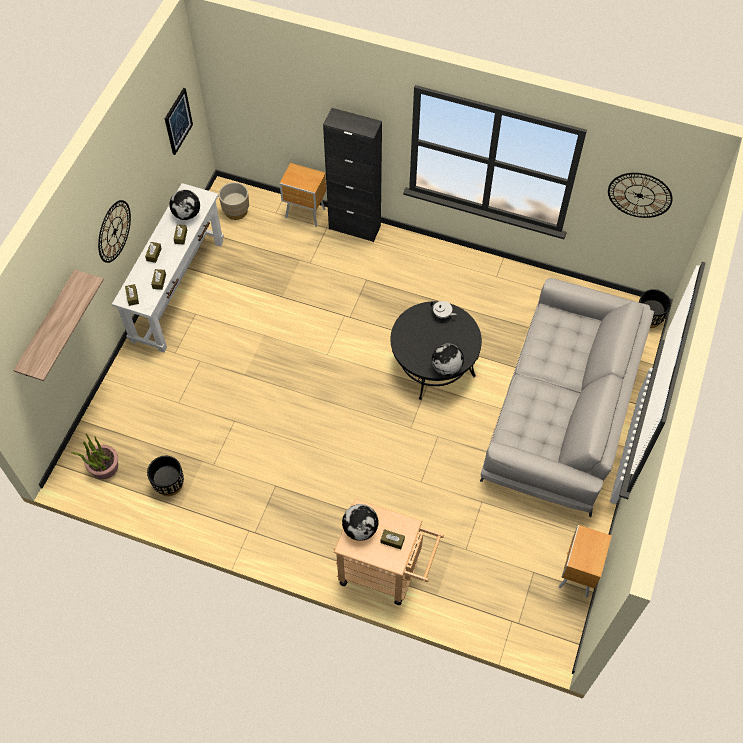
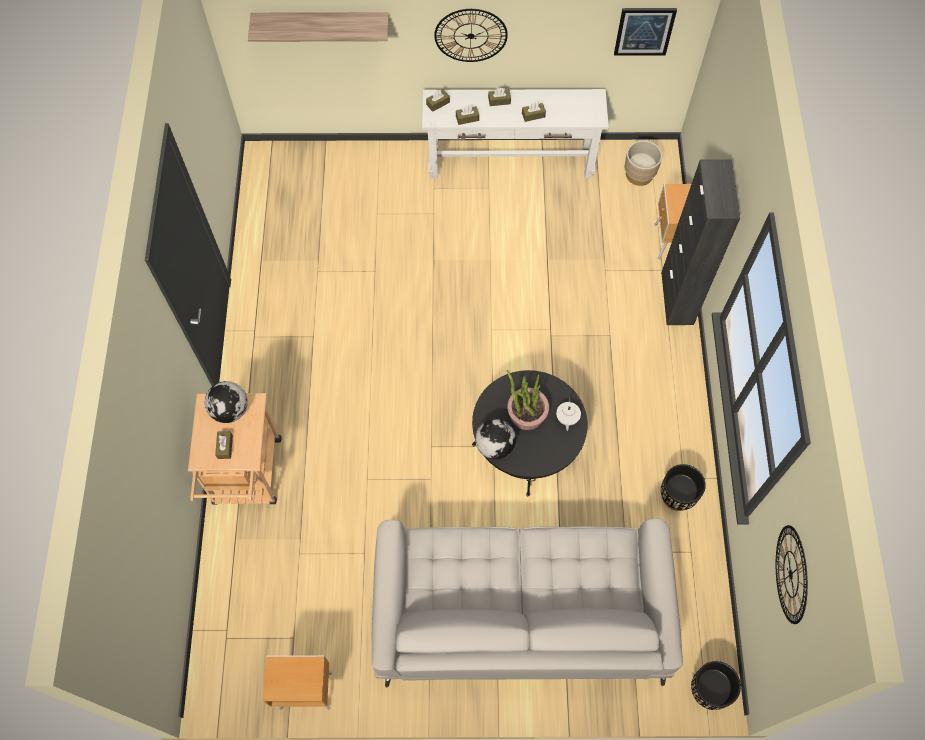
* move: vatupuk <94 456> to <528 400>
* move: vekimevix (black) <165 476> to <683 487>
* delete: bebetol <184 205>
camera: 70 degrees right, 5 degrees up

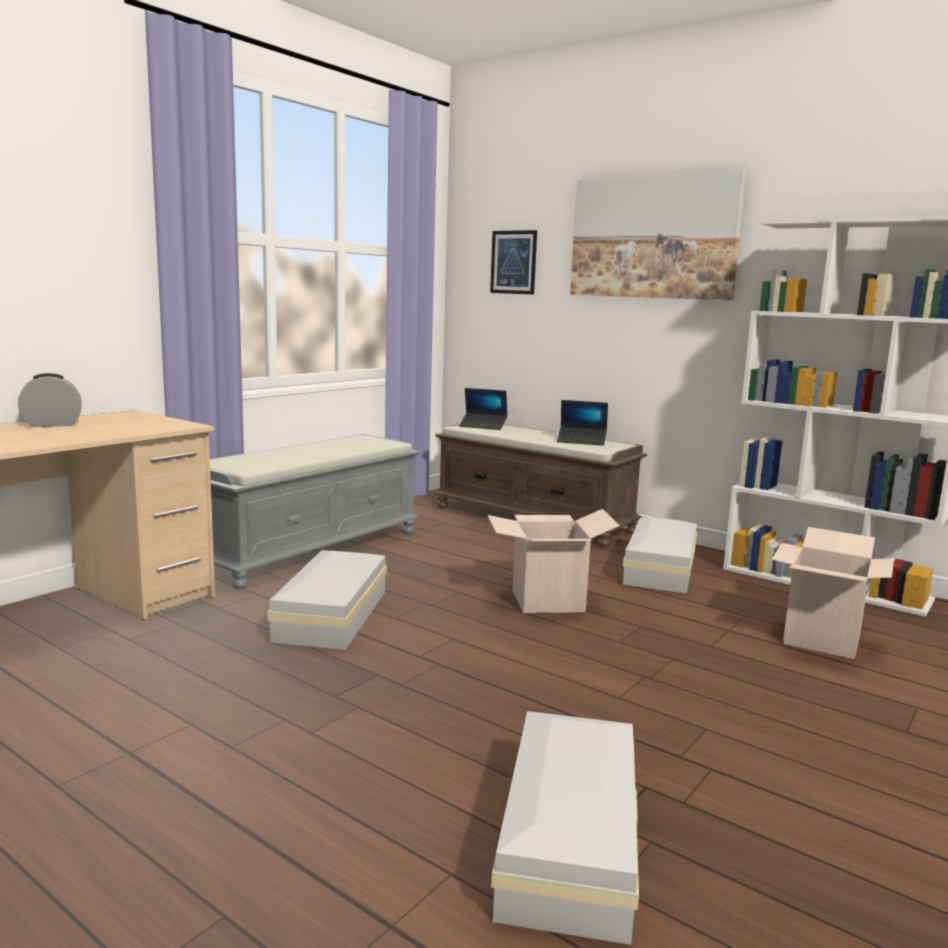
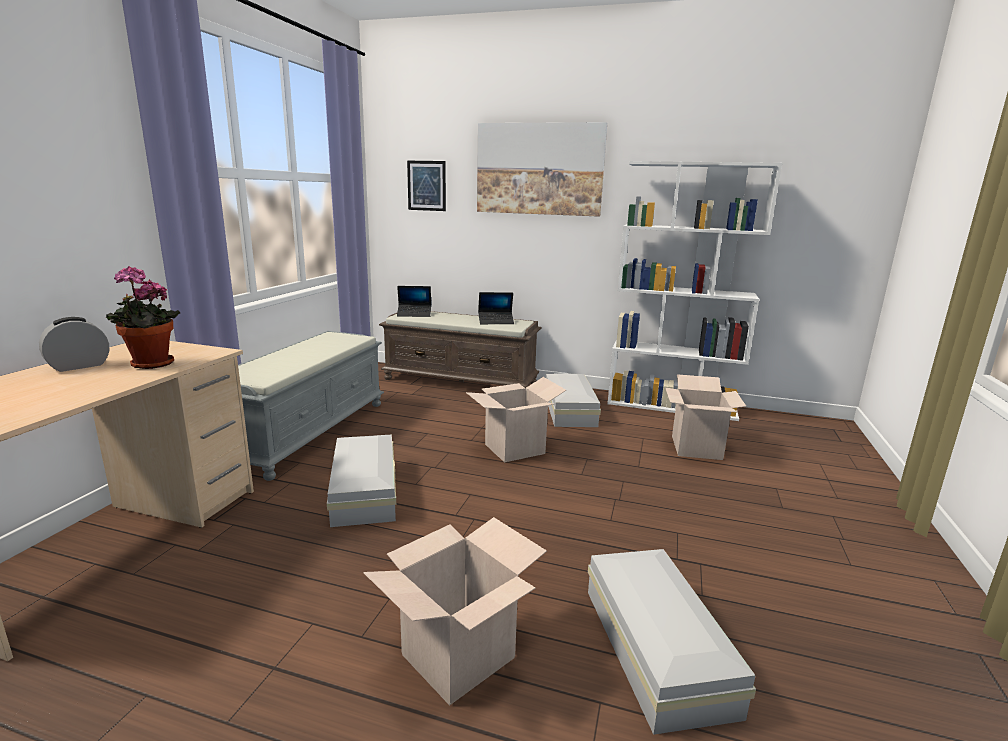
* insert: vatupuk <143 317>
* insert: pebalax <455 611>
camera: 20 degrees left, 5 degrees up

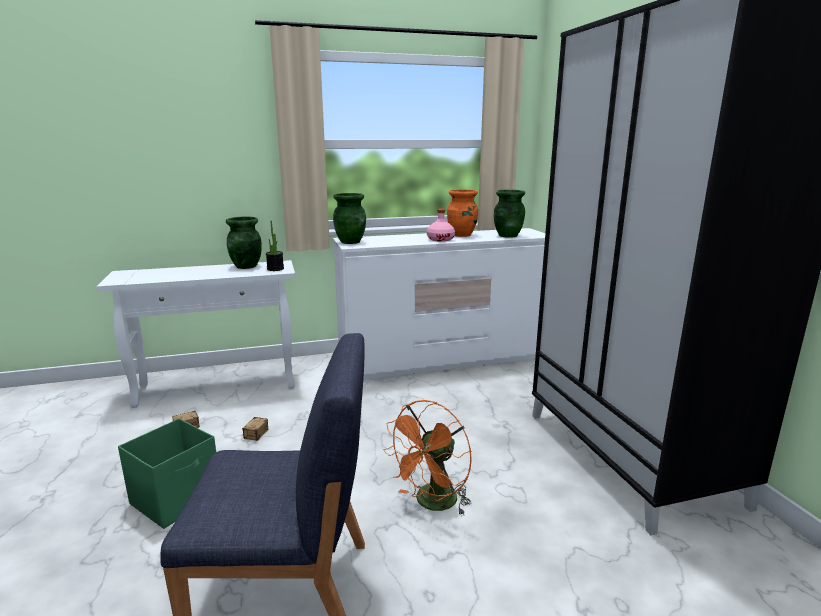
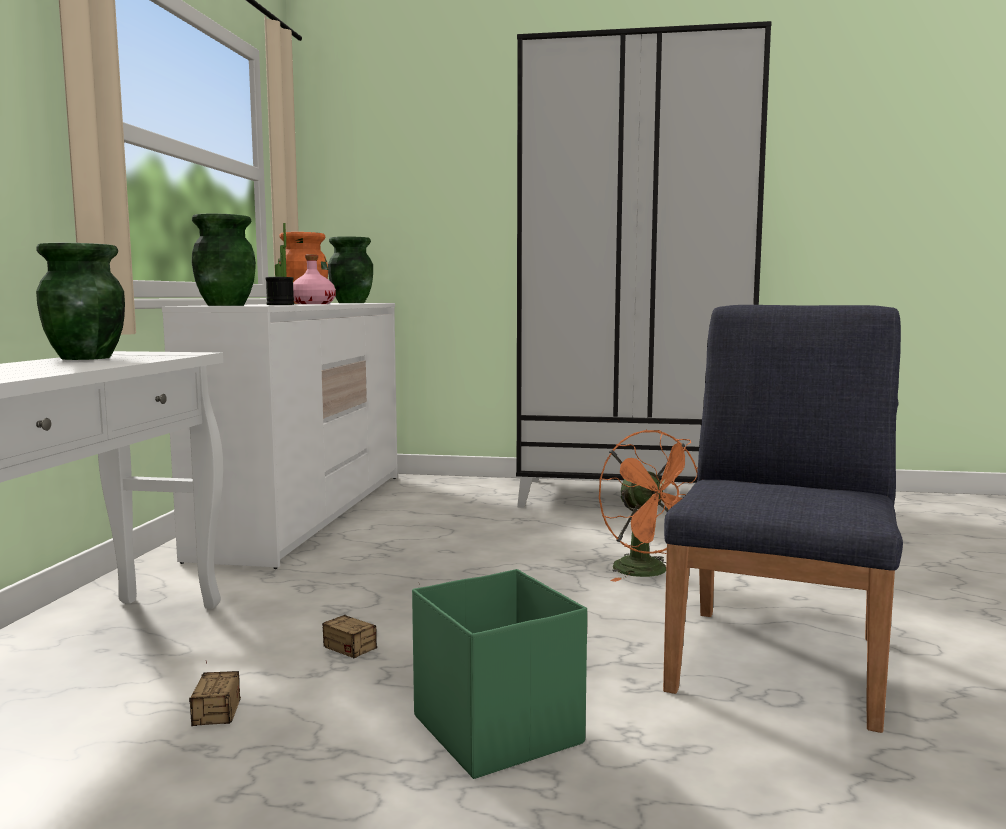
* move: vatupuk <275 246> to <279 264>
camera: 65 degrees left, 10 degrees down

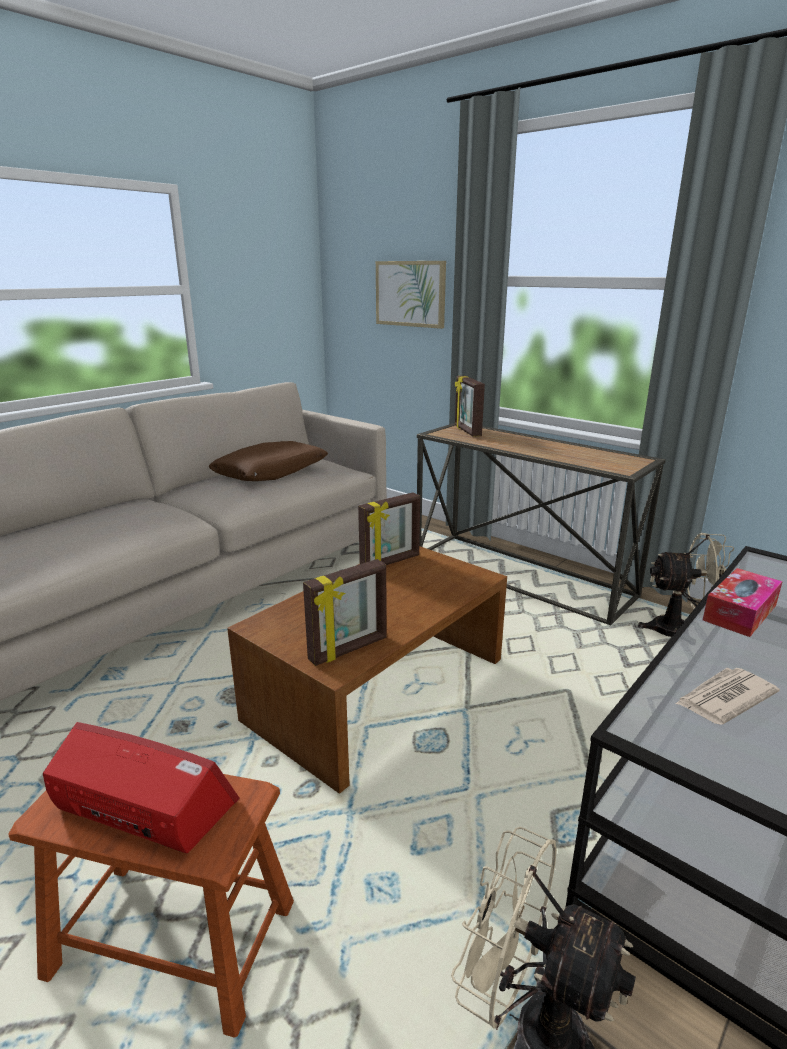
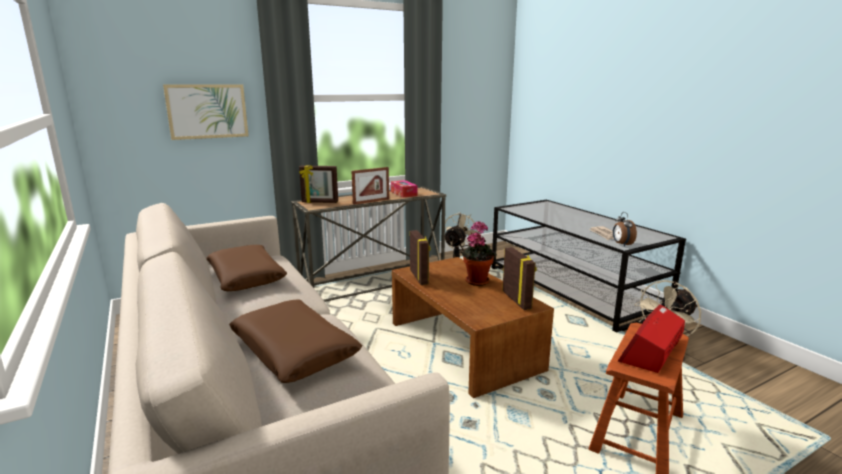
* insert: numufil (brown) <295 341>
* insert: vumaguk <370 186>
* move: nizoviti <743 602> to <404 189>
* insert: vatupuk <479 253>
* insert: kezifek <625 229>
camera: 70 degrees left, 5 degrees down

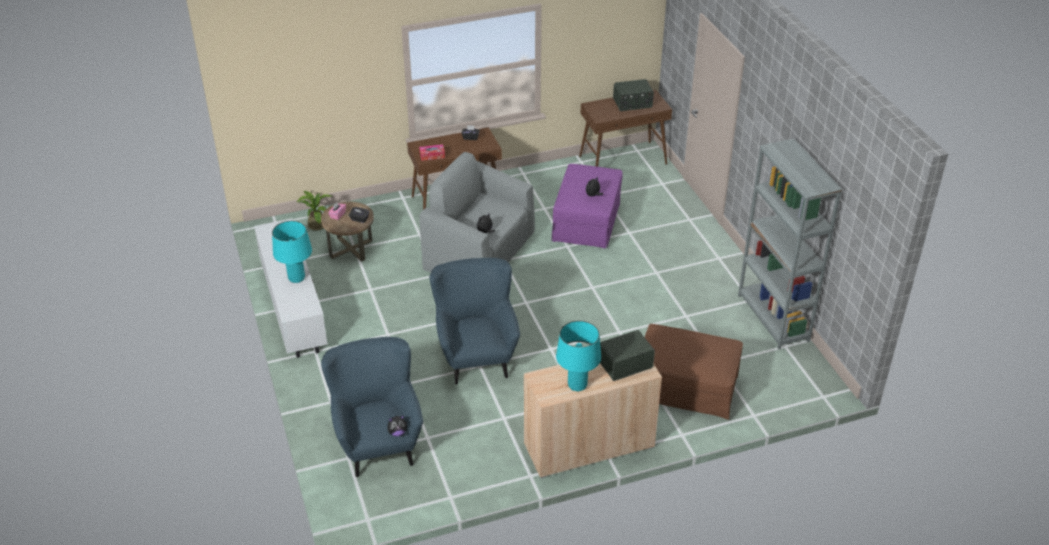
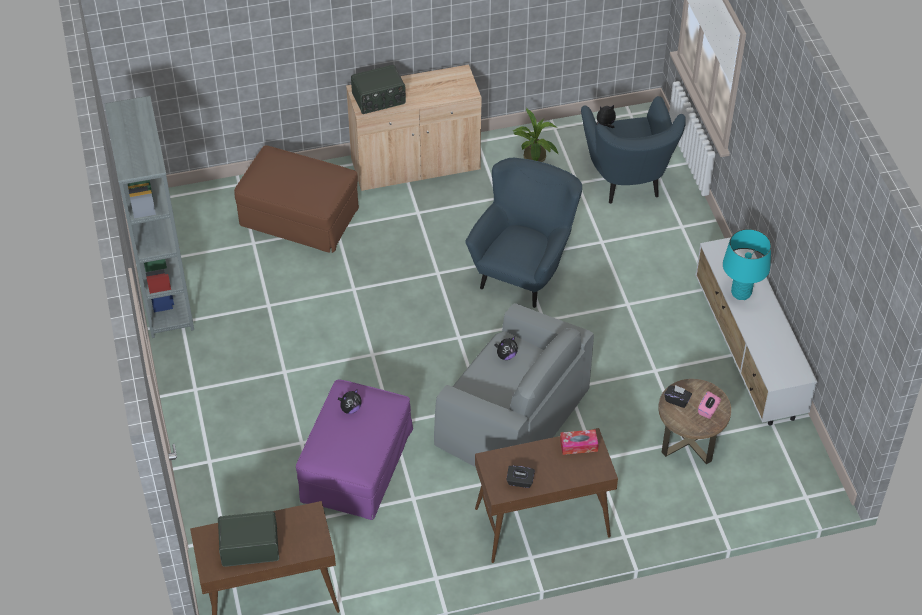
* rotate: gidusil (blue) <475 321> = <523 233> 150 degrees counterclockwise
* move: vatupuk <314 211> to <535 135>
* delete: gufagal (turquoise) <578 356>
camera: 175 degrees left, 10 degrees up

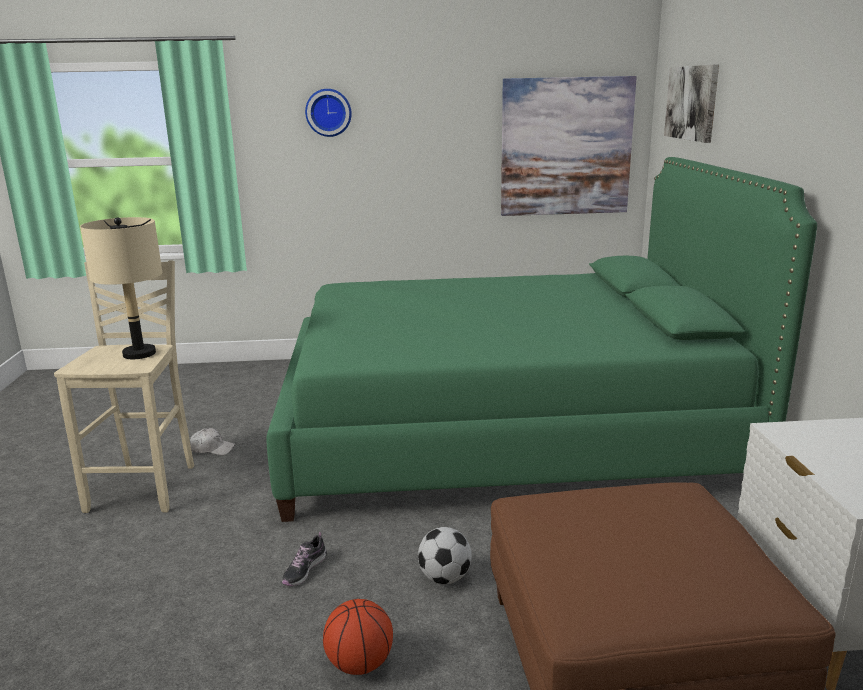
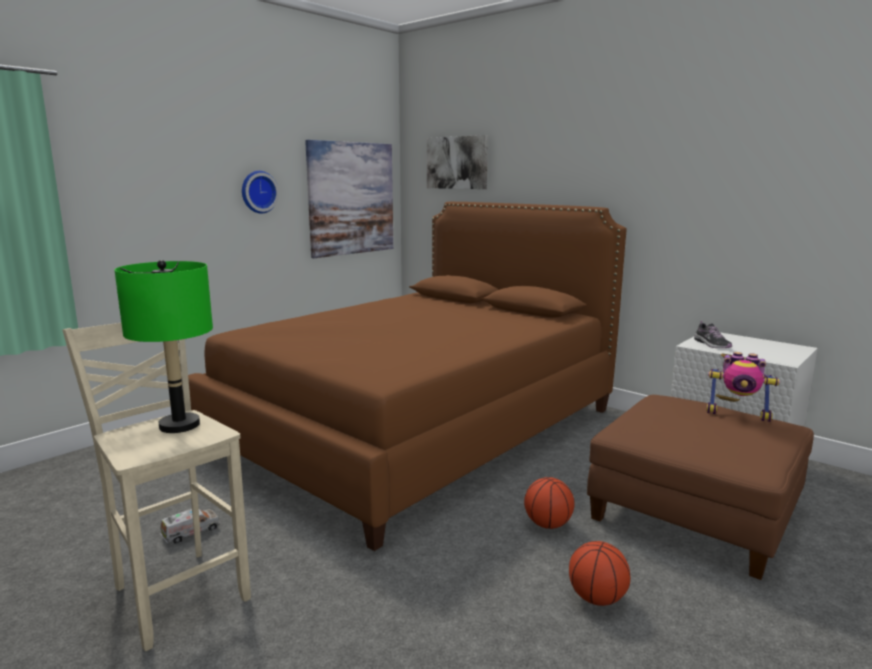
* recolor: gufagal (beige) <121 288> to gufagal (green) <164 346>
* replace: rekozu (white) <212 441> to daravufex <190 526>
* recolor: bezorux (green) <542 339> to bezorux (brown) <407 376>
* move: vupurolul <328 113> to <260 192>
* replace: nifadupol <445 555> to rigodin <549 503>
* move: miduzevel <304 559> to <713 334>
* insert: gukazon <743 387>
camera: 45 degrees left, 5 degrees down

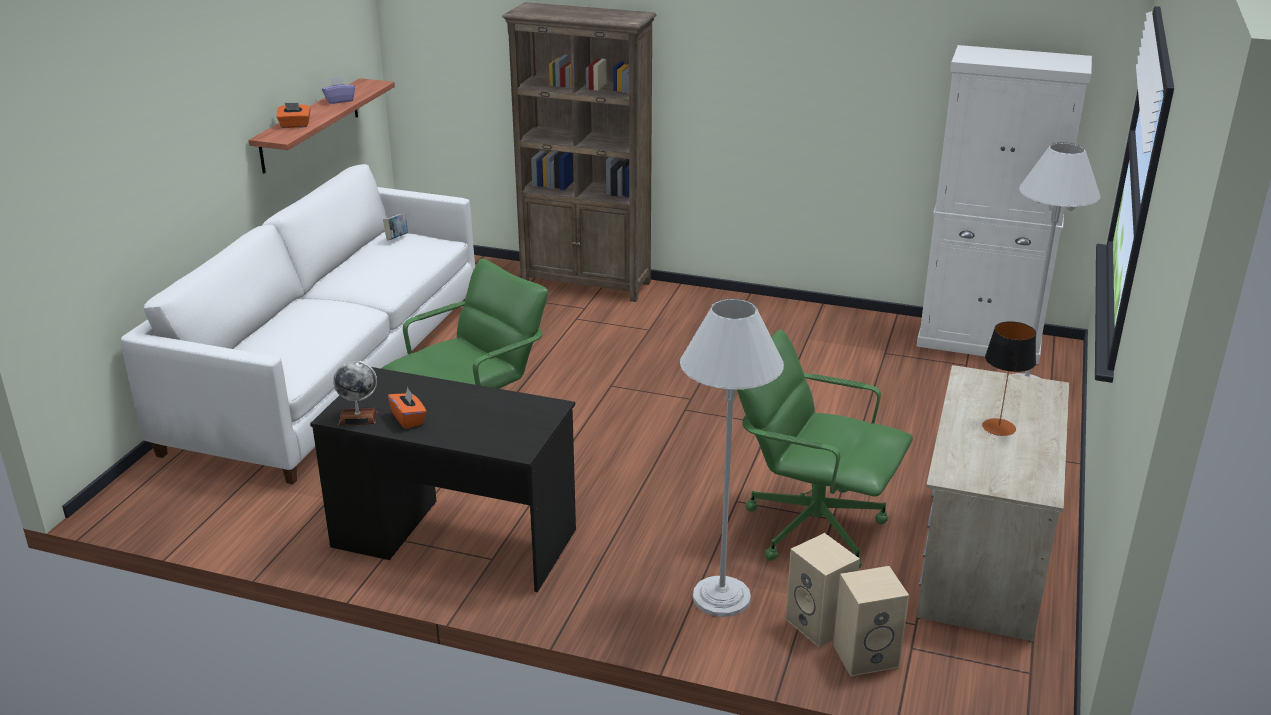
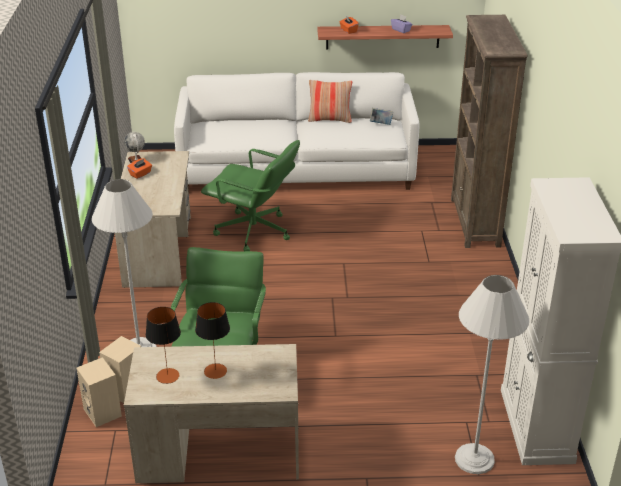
* recolor: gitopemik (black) <443 479> to gitopemik (beige) <153 219>
* insert: gufagal <163 345>
* insert: numufil <330 101>
camera: 70 degrees right, 5 degrees up

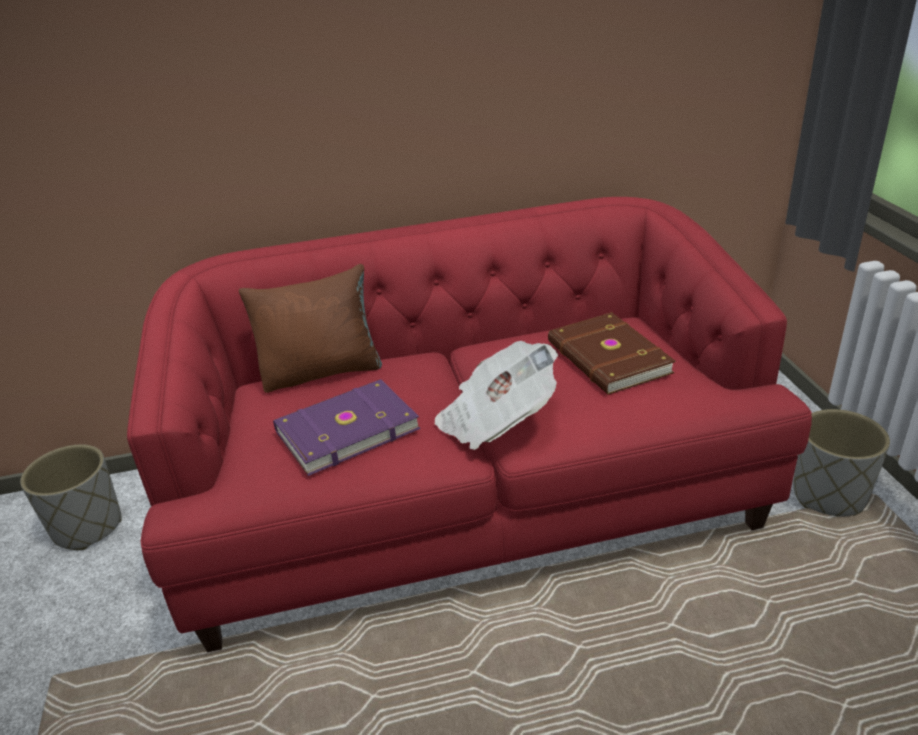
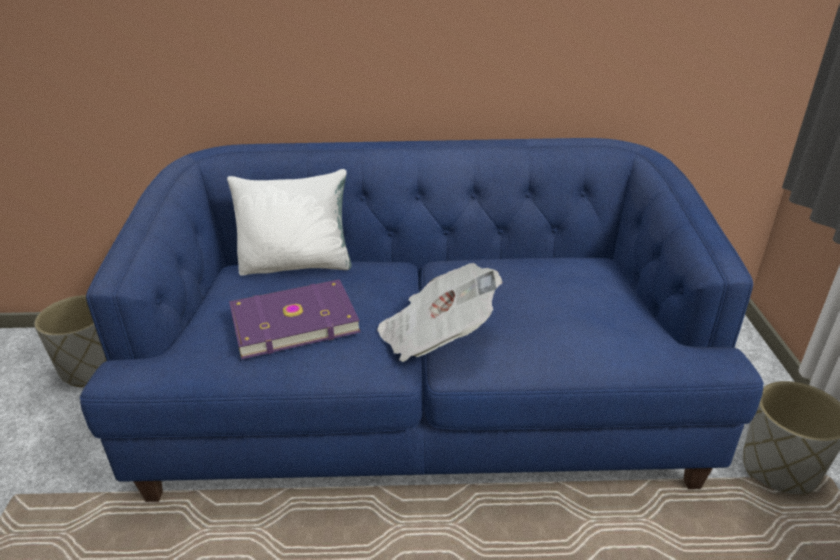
* recolor: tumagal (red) <469 424> to tumagal (blue) <422 320>
* recolor: numufil (brown) <310 328> to numufil (white) <289 222>
* delete: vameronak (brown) <611 353>
camera: 10 degrees right, 0 degrees up

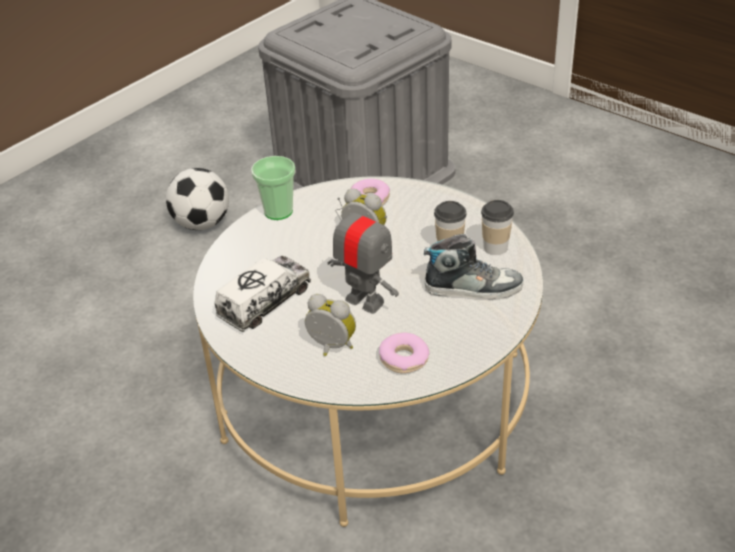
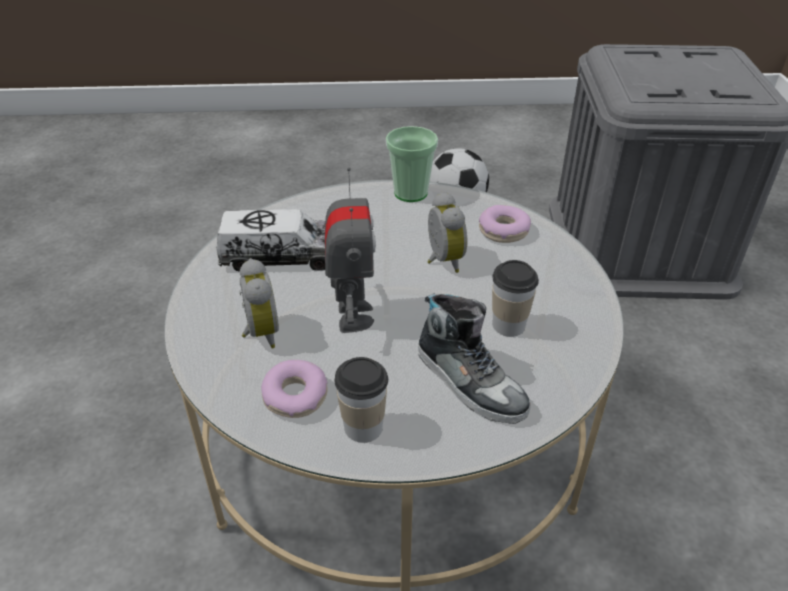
* move: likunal <497 227> to <361 400>
camera: 45 degrees right, 0 degrees up

